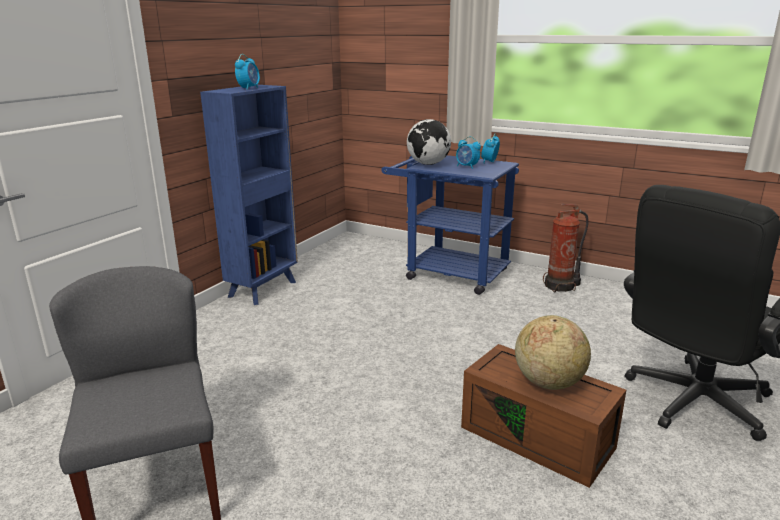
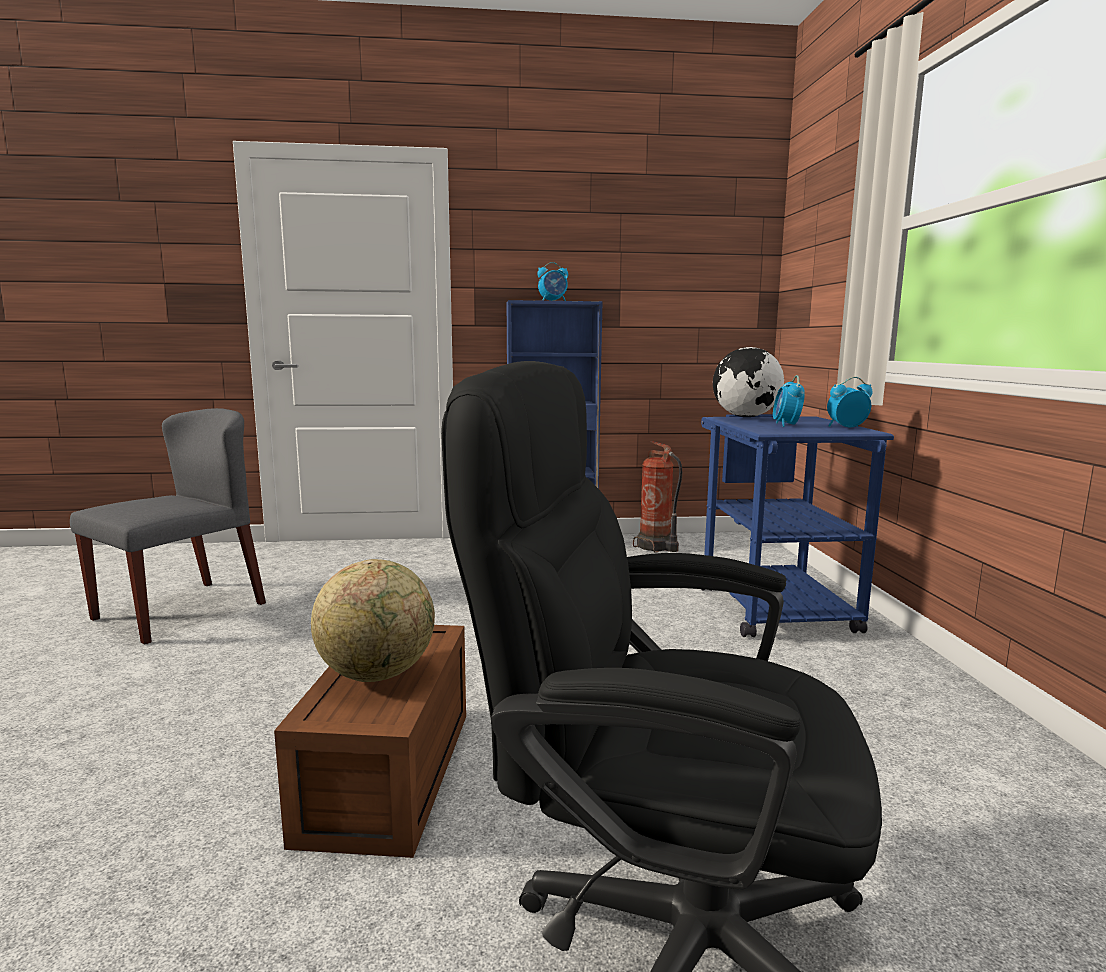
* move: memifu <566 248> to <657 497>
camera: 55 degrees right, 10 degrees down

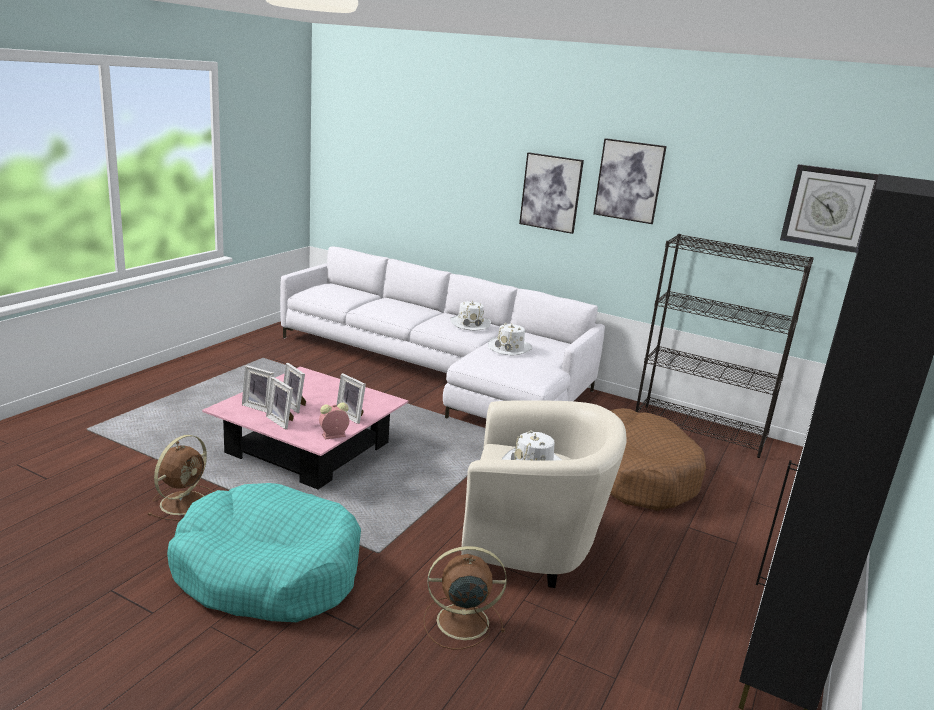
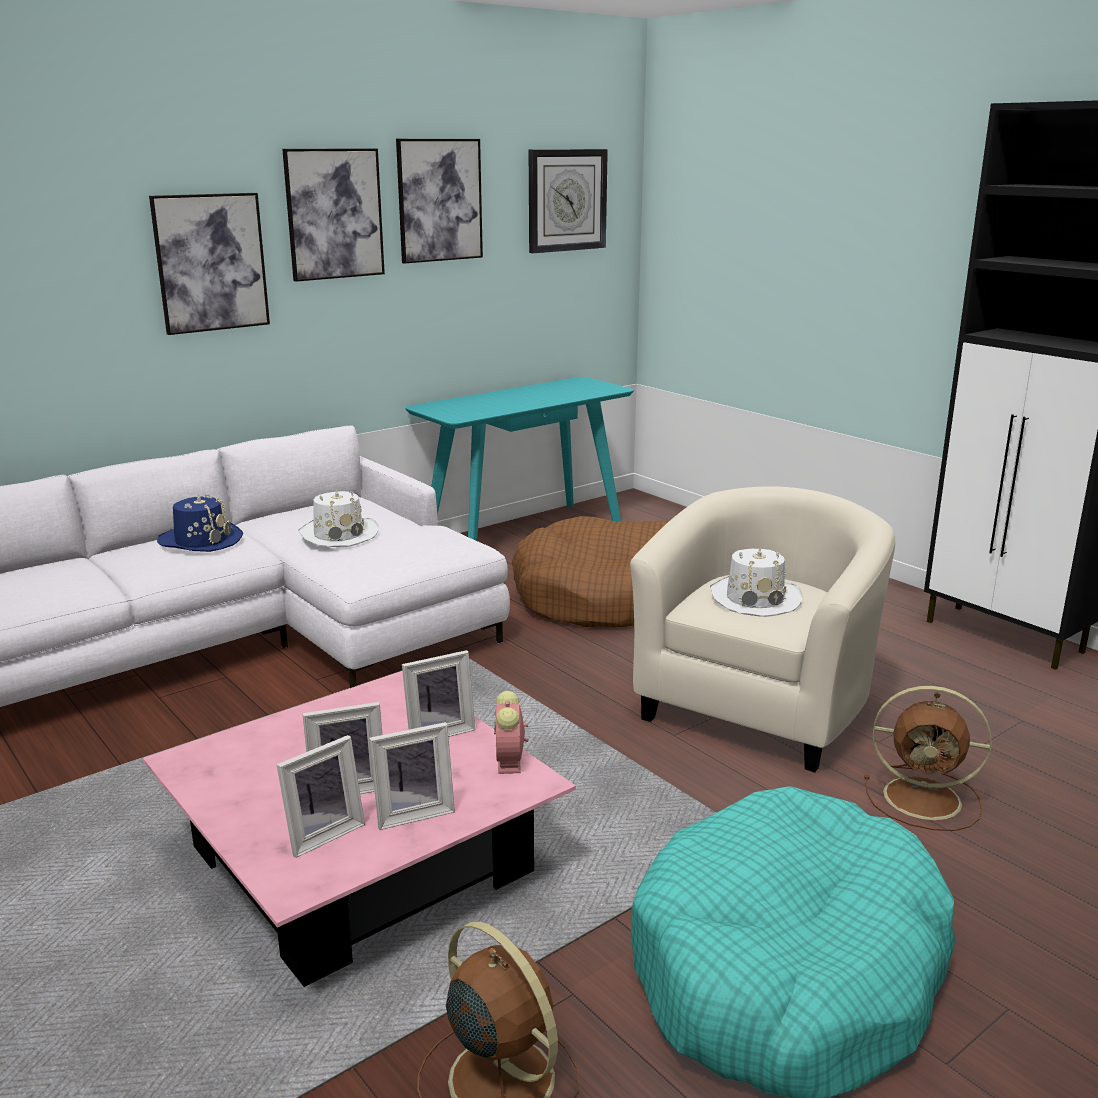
* recolor: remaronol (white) <470 315> to remaronol (blue) <200 523>
* insert: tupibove <439 201>
* replace: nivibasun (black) <725 346> to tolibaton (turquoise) <519 459>
* rotate: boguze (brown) <465 597> = <928 758> 90 degrees counterclockwise
camera: 65 degrees left, 0 degrees up

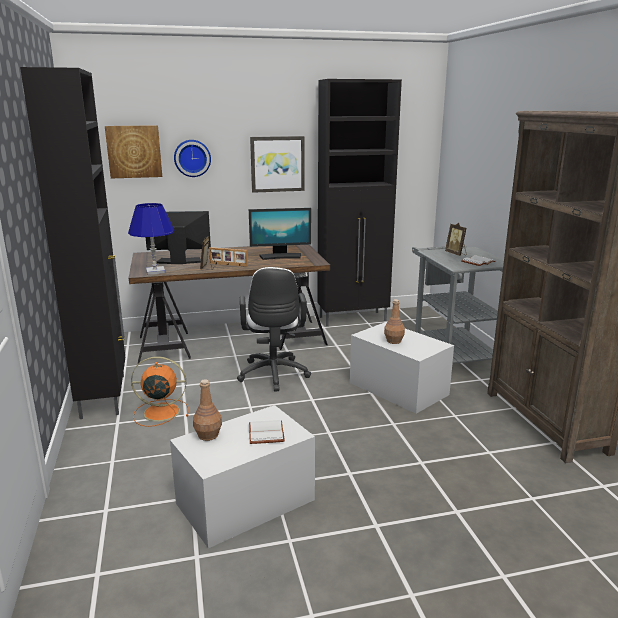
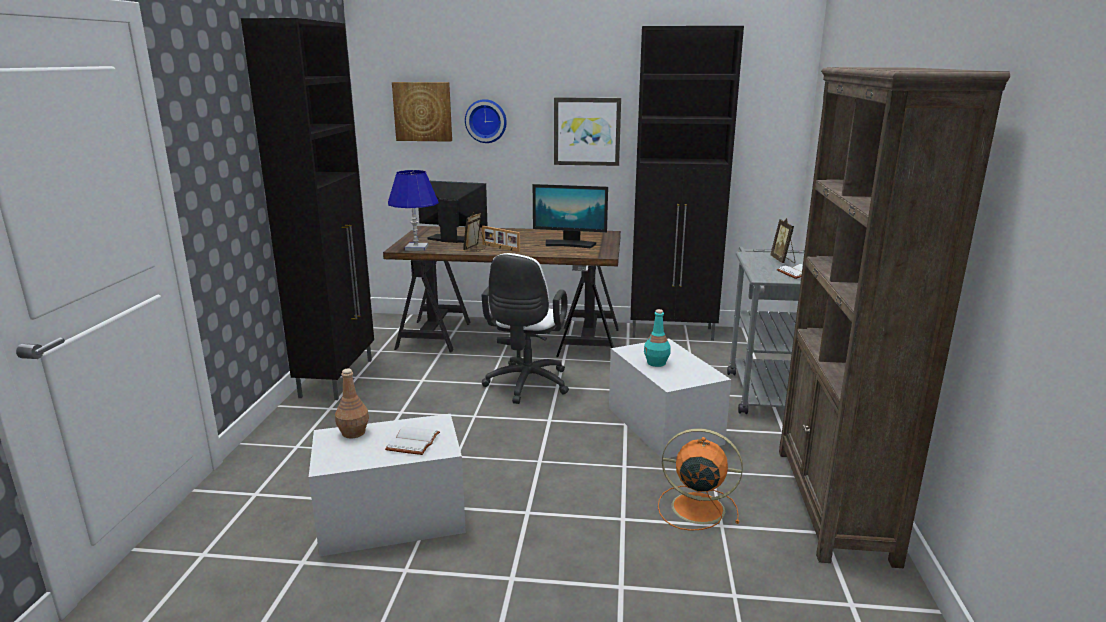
* recolor: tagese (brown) <394 321> to tagese (turquoise) <657 338>
* move: boguze (orange) <160 391> to <700 479>
camera: 20 degrees right, 0 degrees up

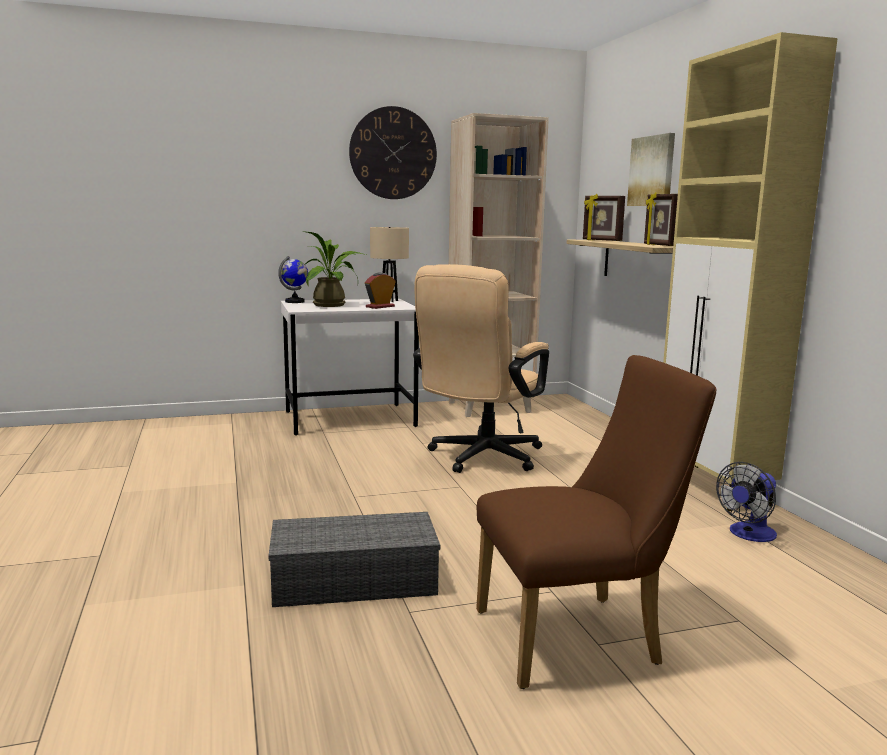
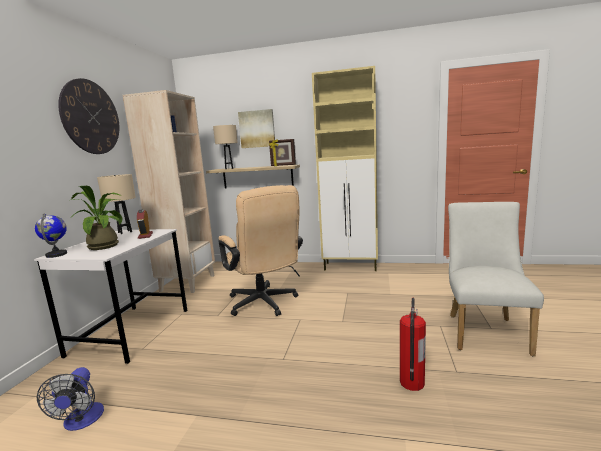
* move: boguze <746 502> to <70 399>
* replace: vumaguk <604 217> to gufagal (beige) <225 147>
* replace: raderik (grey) <354 559> to memifu <413 344>
* recolor: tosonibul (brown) <596 522> to tosonibul (white) <496 279>
camera: 60 degrees left, 0 degrees up

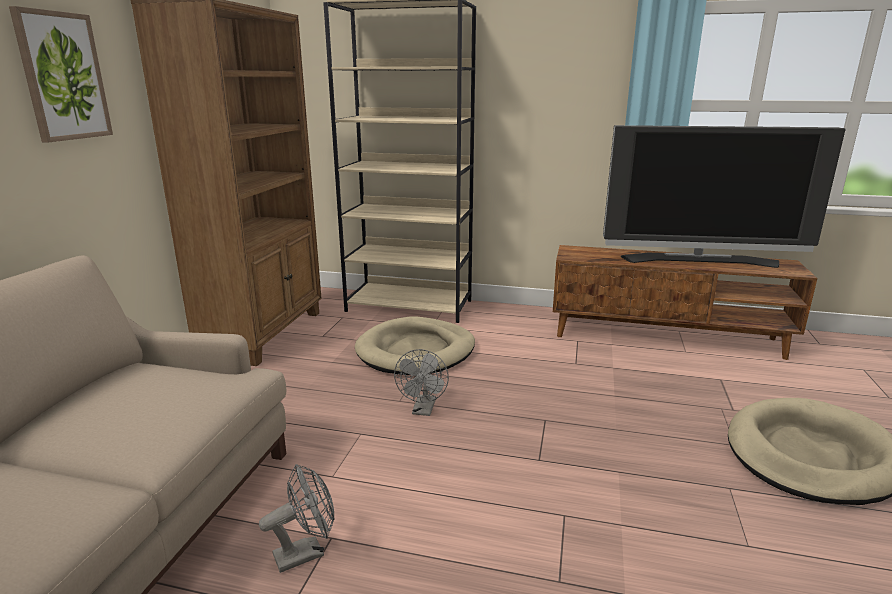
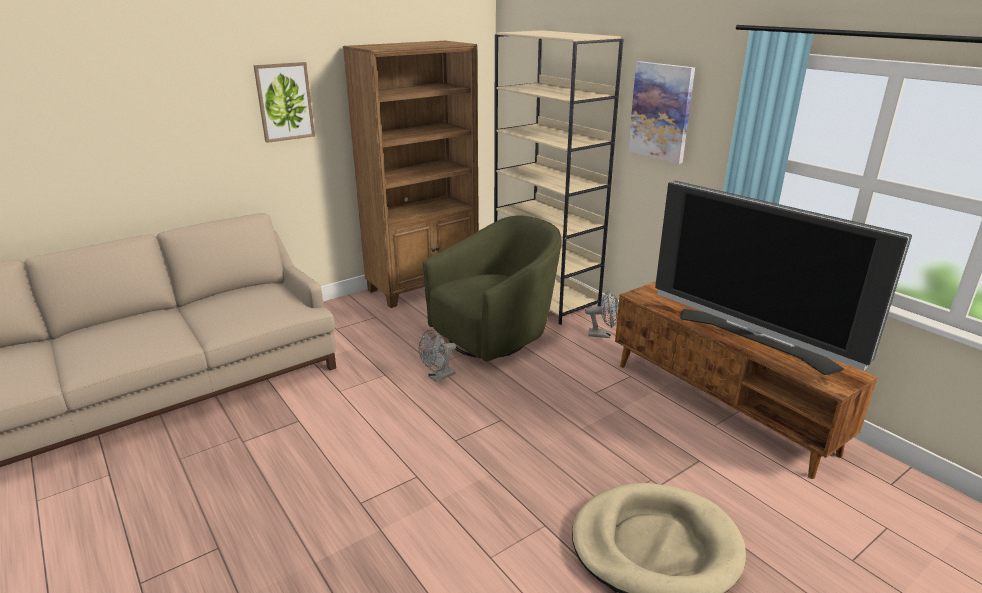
* replace: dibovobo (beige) <415 345> to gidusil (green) <492 289>
* move: boguze (grey) <296 518> to <602 314>
* insert: tupibove <661 112>
camera: 40 degrees right, 5 degrees up

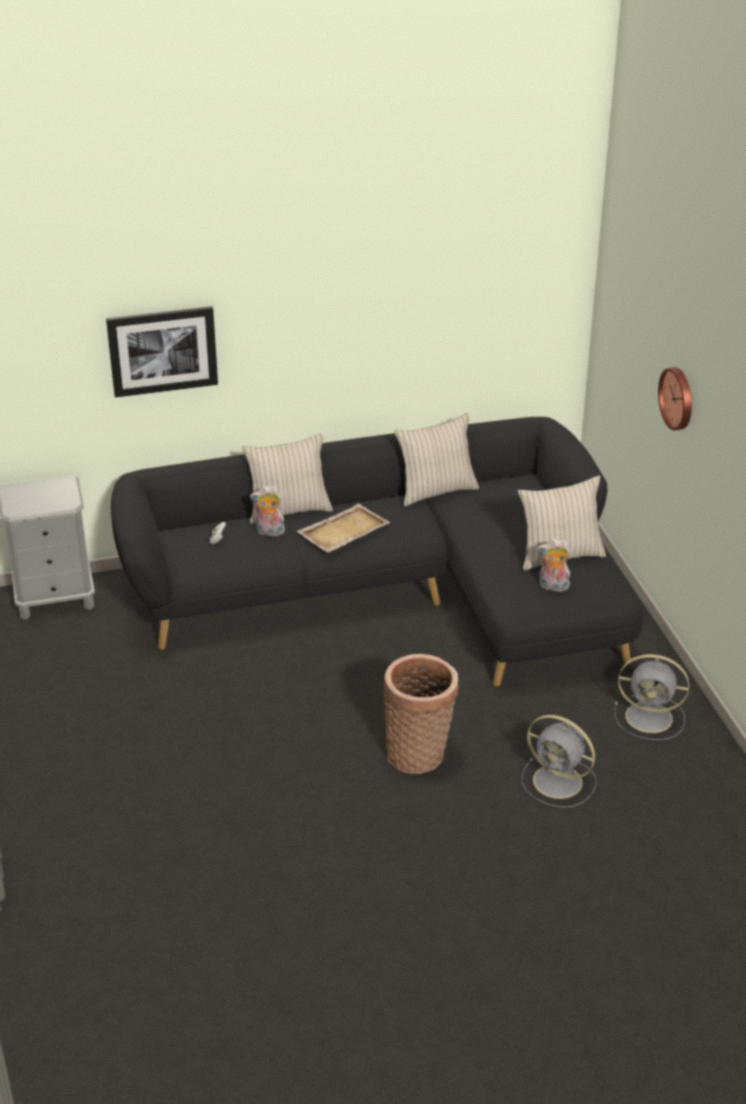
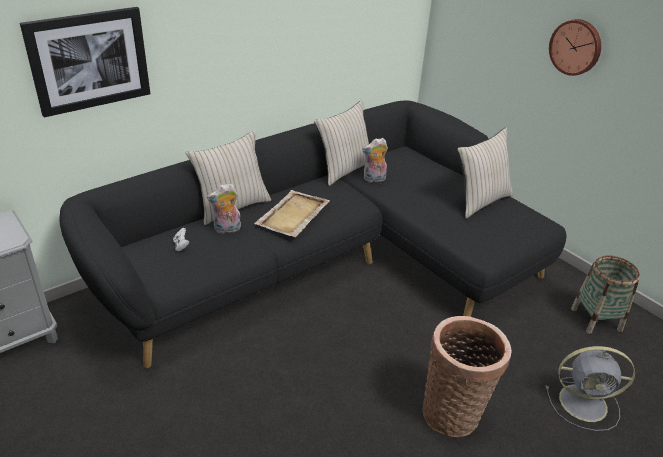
* move: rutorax <553 565> to <375 160>
* replace: boguze (grey) <652 697> to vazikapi <605 294>
camera: 25 degrees left, 0 degrees up

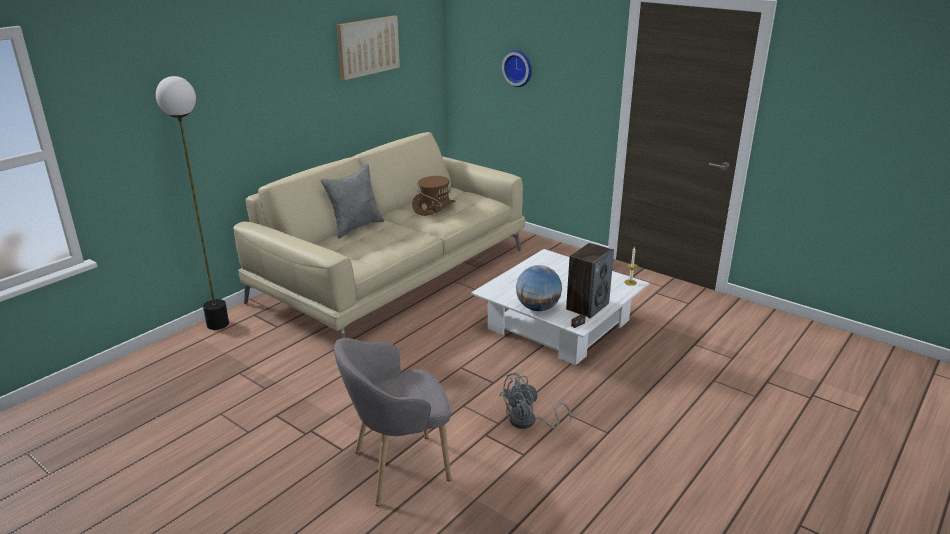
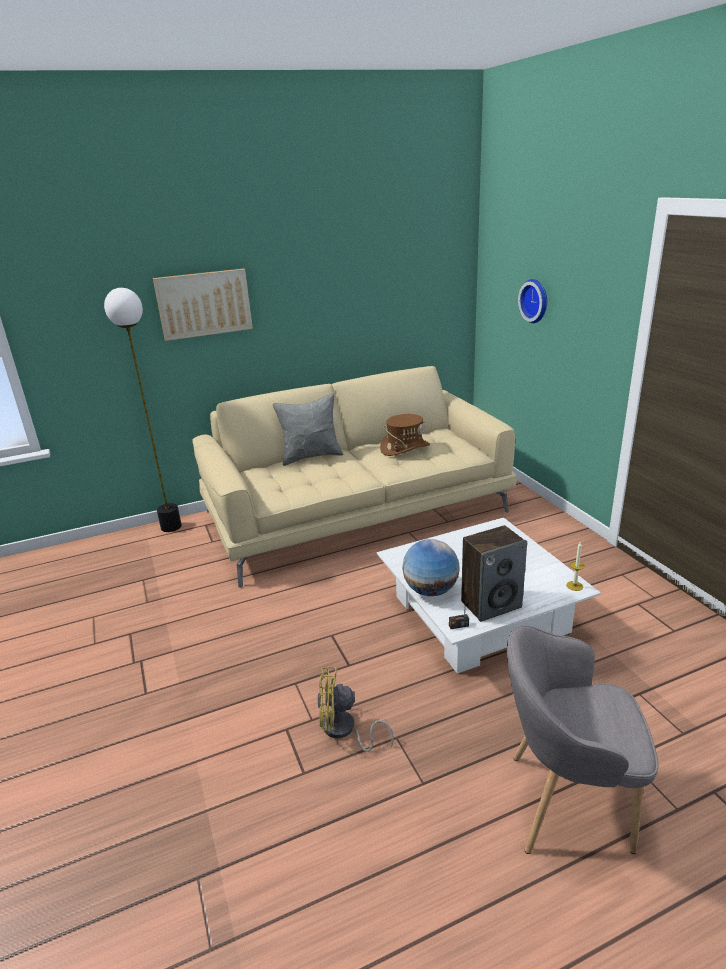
* move: tupibove <368 47> to <203 304>
* recolor: boguze (grey) <535 400> to boguze (yellow) <355 709>
* move: gidusil (grey) <393 422> to <582 739>
camera: 30 degrees right, 0 degrees up

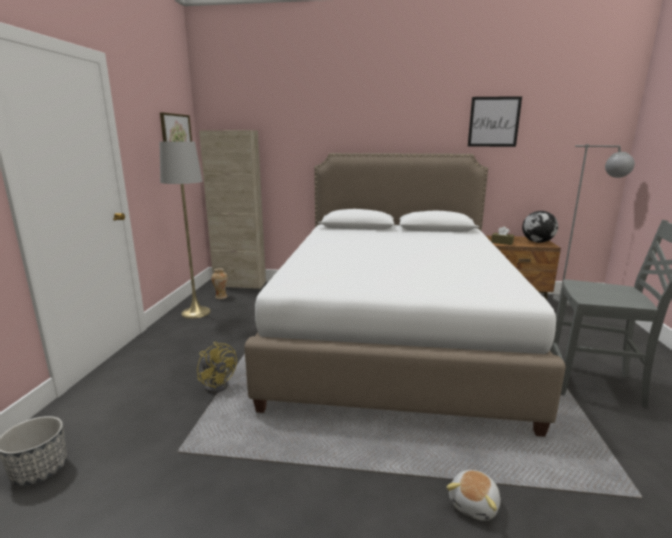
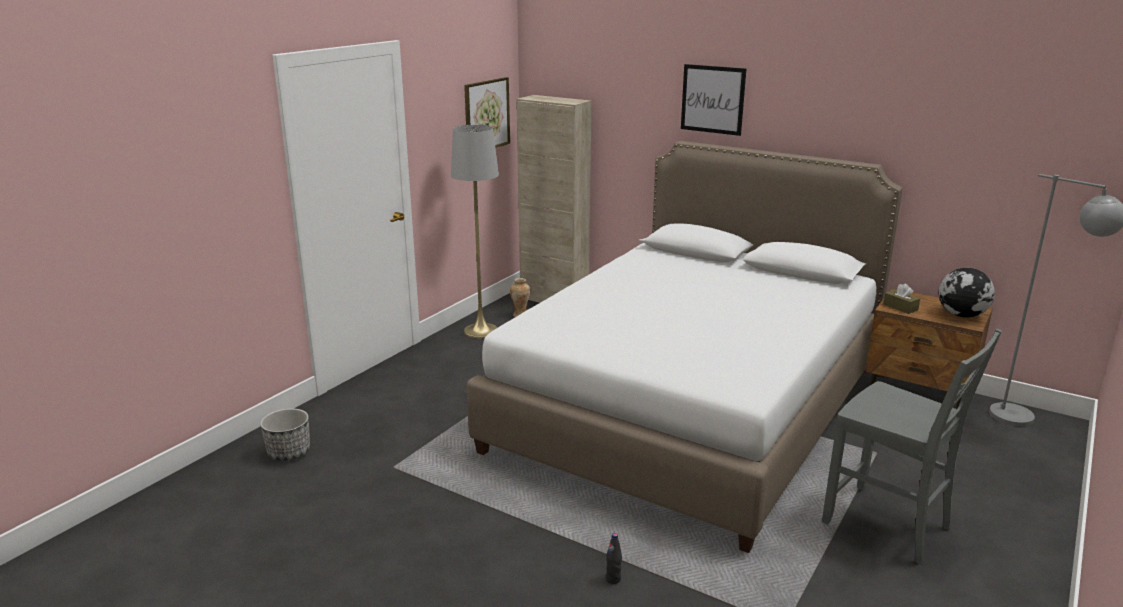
* replace: rutorax <473 495> to tagese (black) <614 558>
* move: tupibove <495 121> to <713 100>
* delete: boguze (yellow) <217 368>
camera: 25 degrees right, 5 degrees up

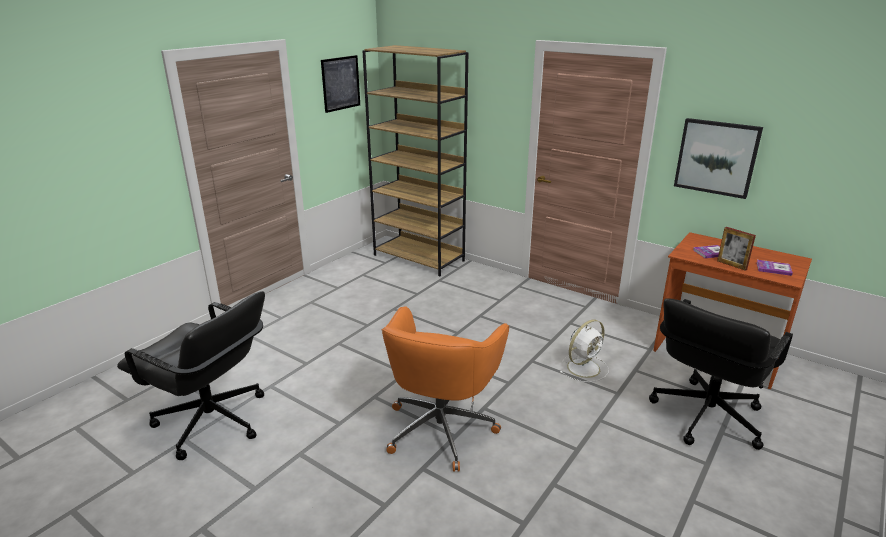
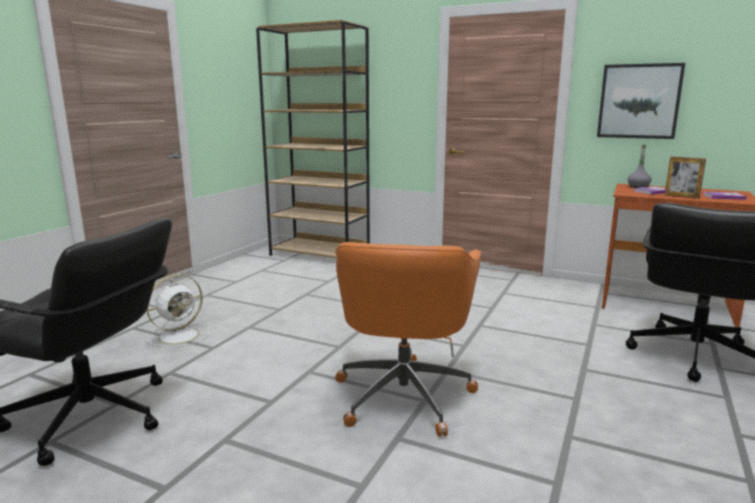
* move: boguze (white) <584 351> to <177 311>
* insert: tagese (grey) <639 166>
* delete: tupibove <340 84>
camera: 10 degrees left, 10 degrees down

